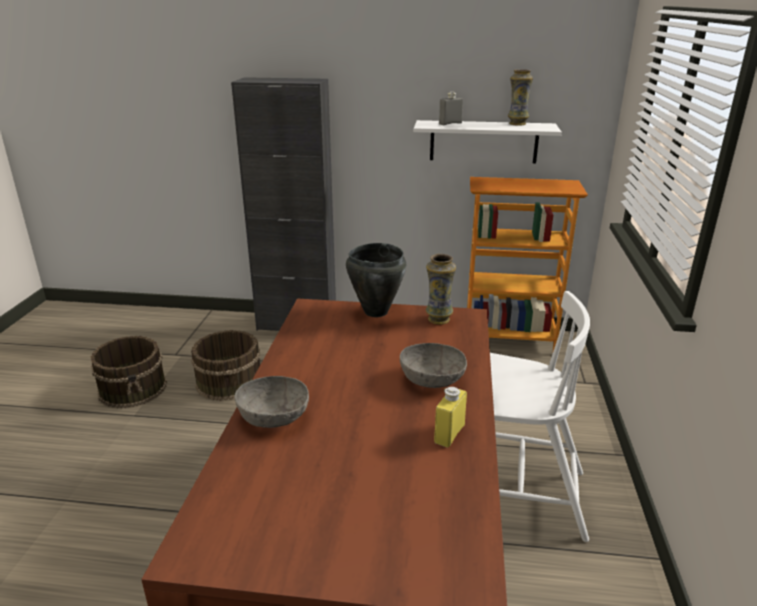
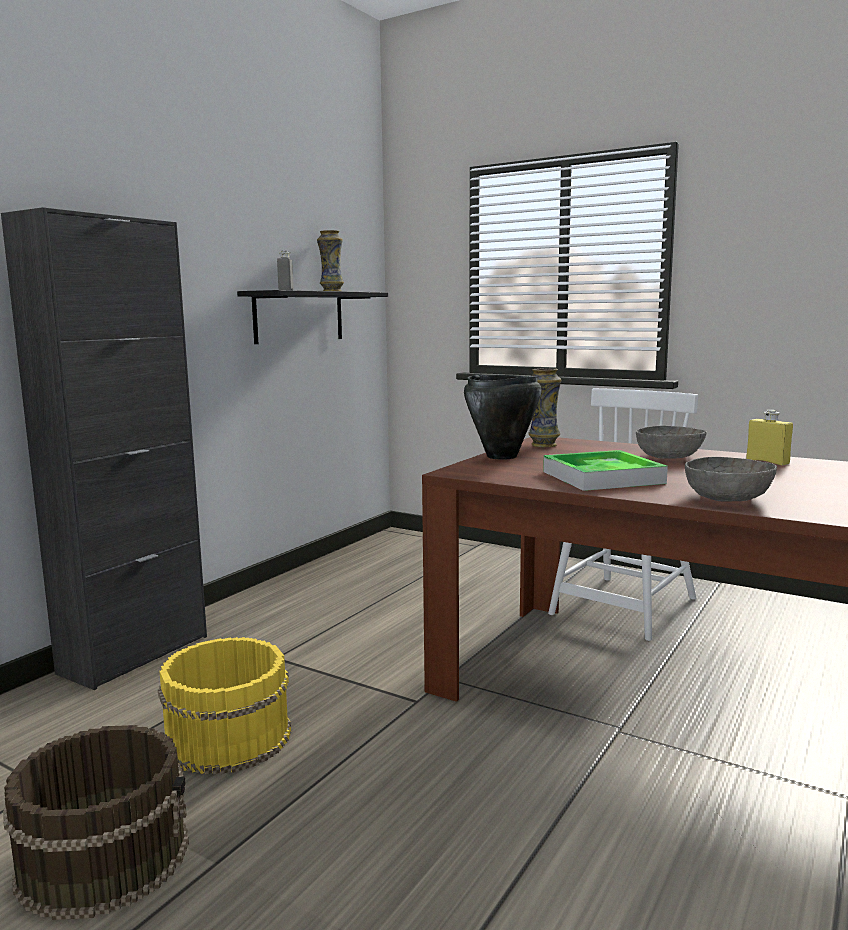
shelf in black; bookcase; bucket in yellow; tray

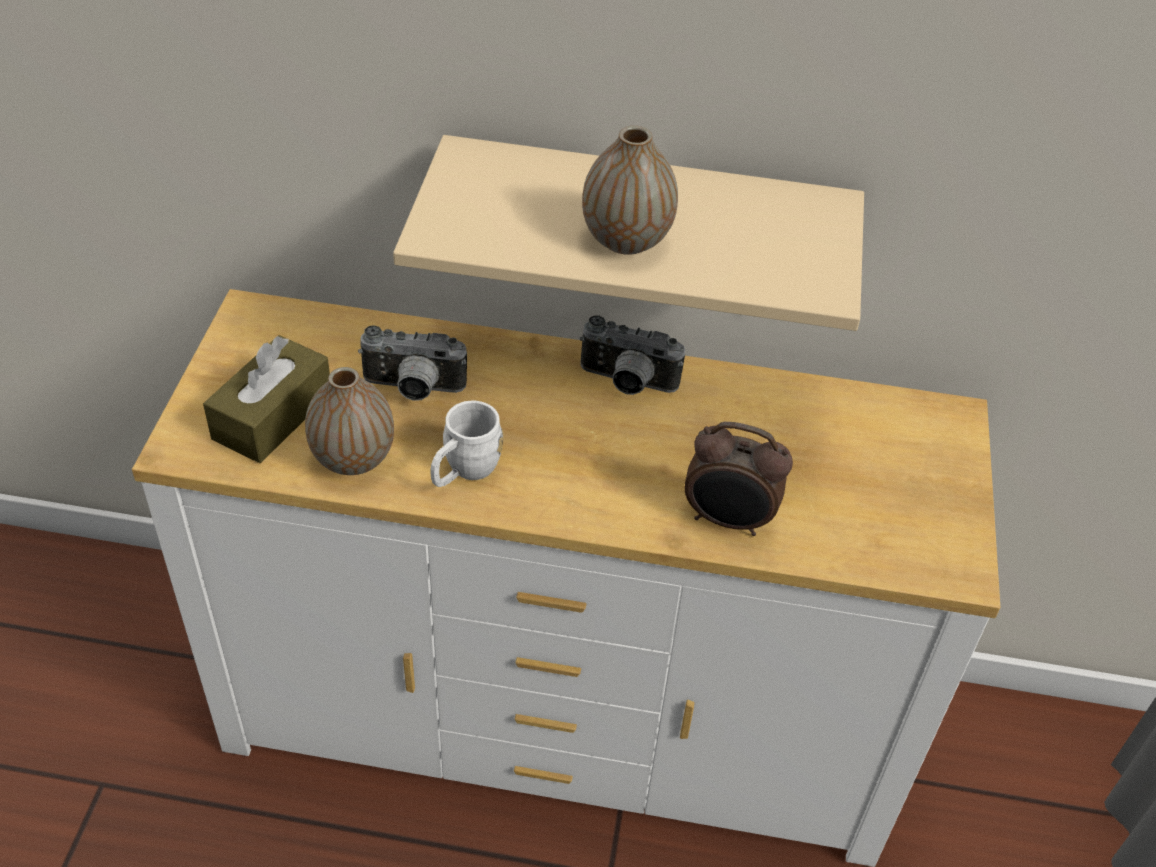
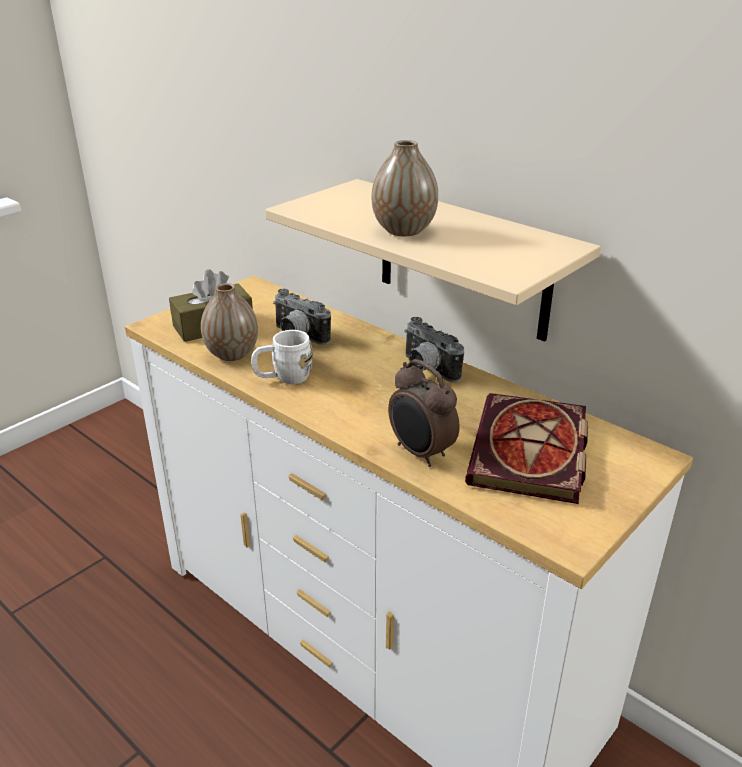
book

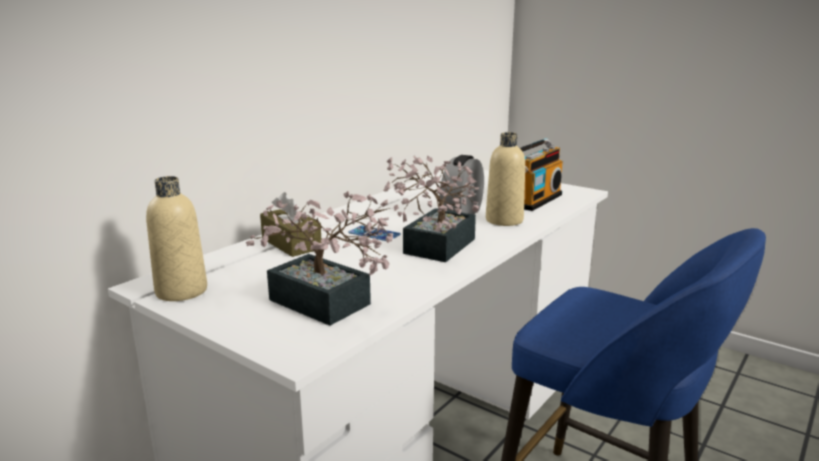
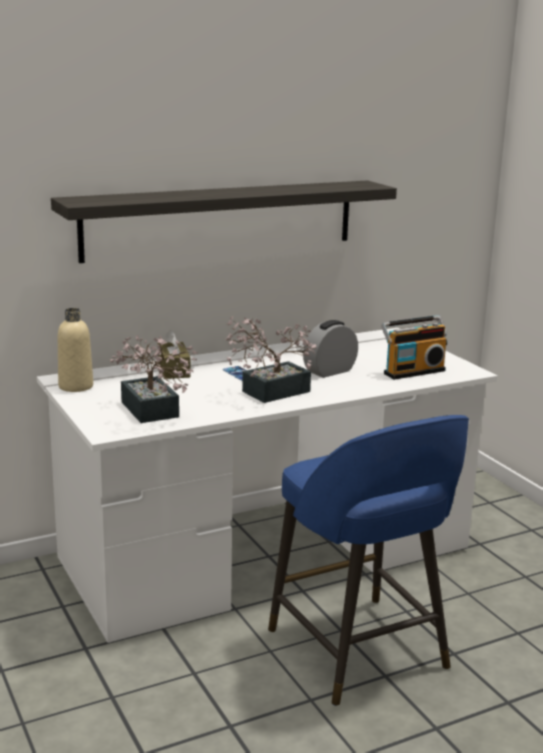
bottle in beige (no. 2 from left in the first image); shelf

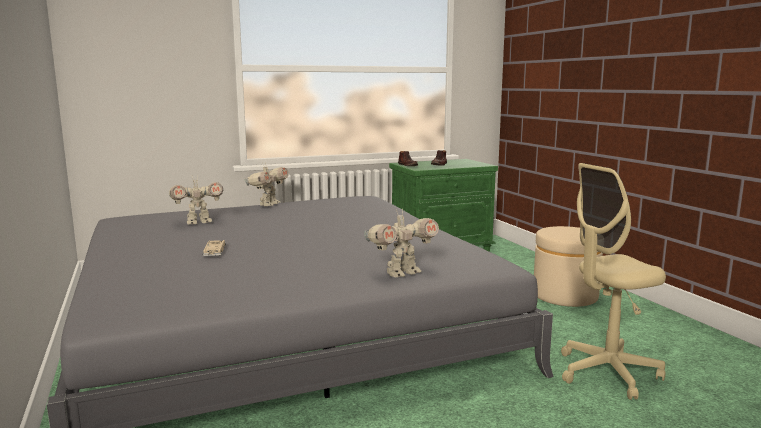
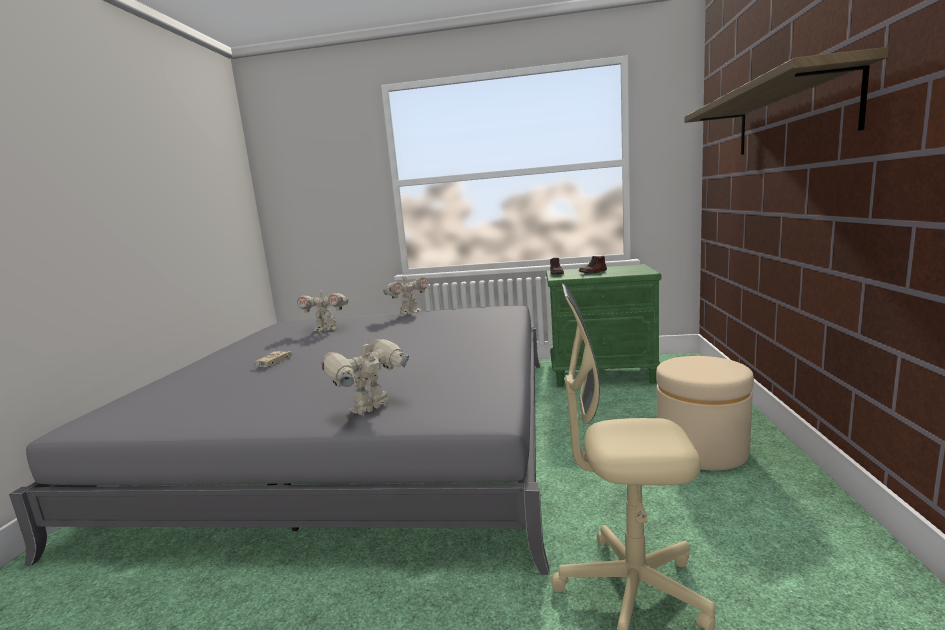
toy robot (no. 2 from left); shelf

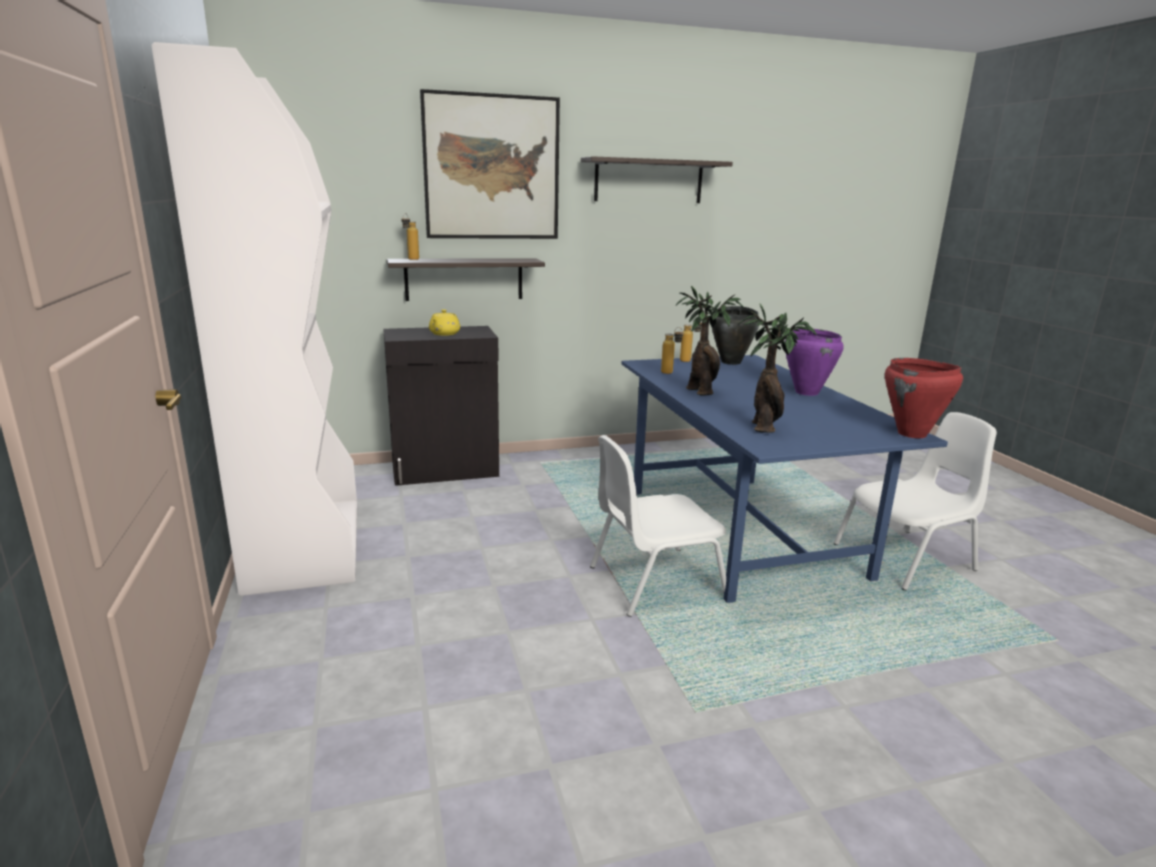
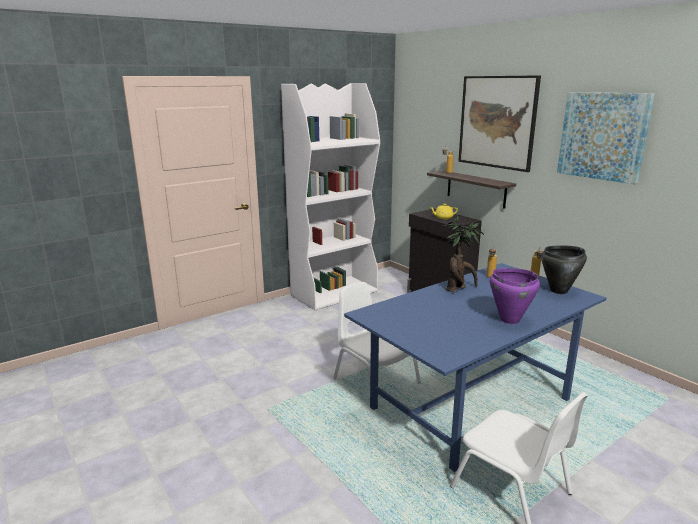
picture (no. 2 from left); potted plant (no. 2 from left in the first image); cooking pot in red

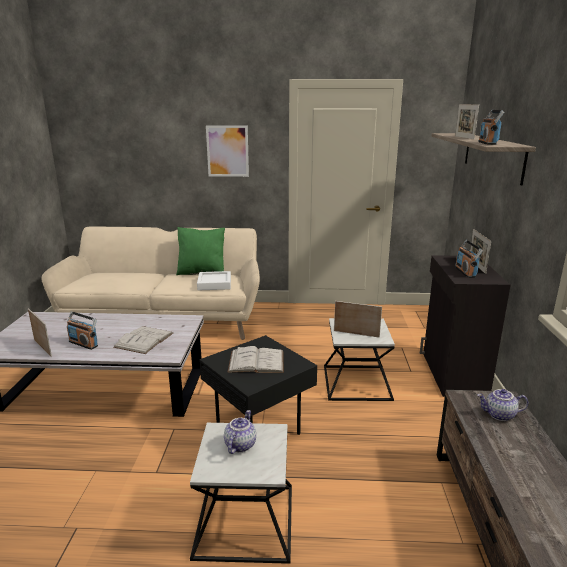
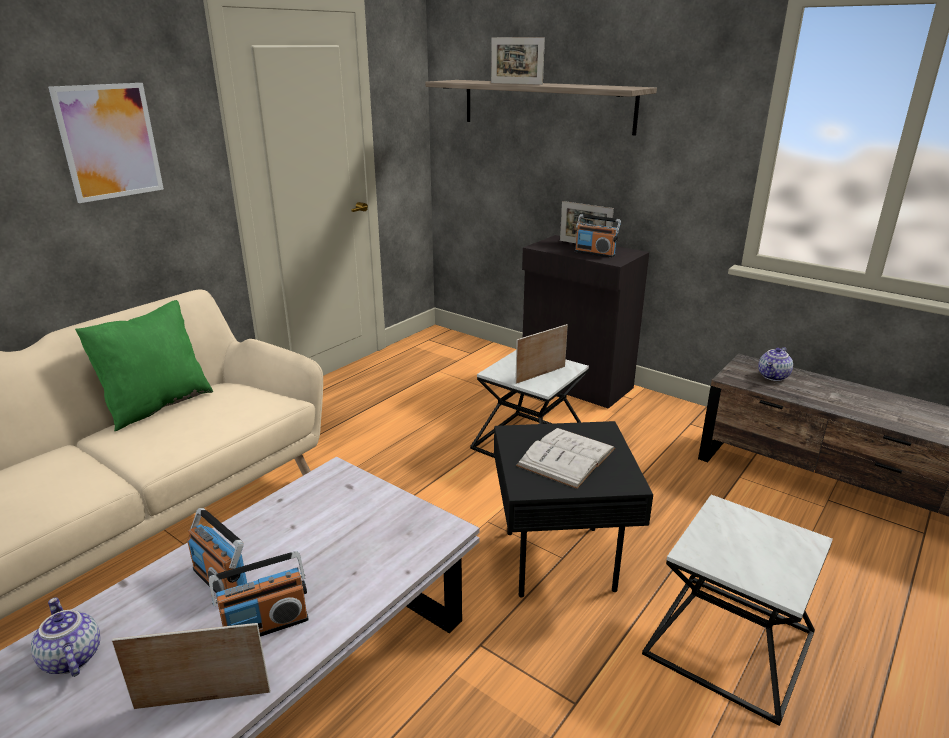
radio (no. 1 from left); tray in white; book in white (no. 1 from left in the first image); teapot (no. 1 from left)

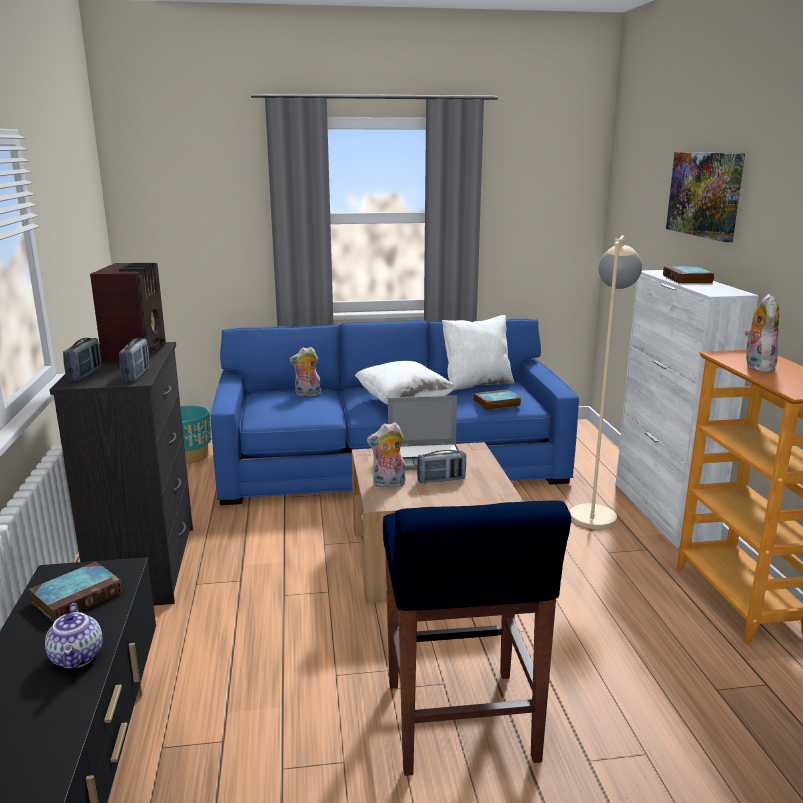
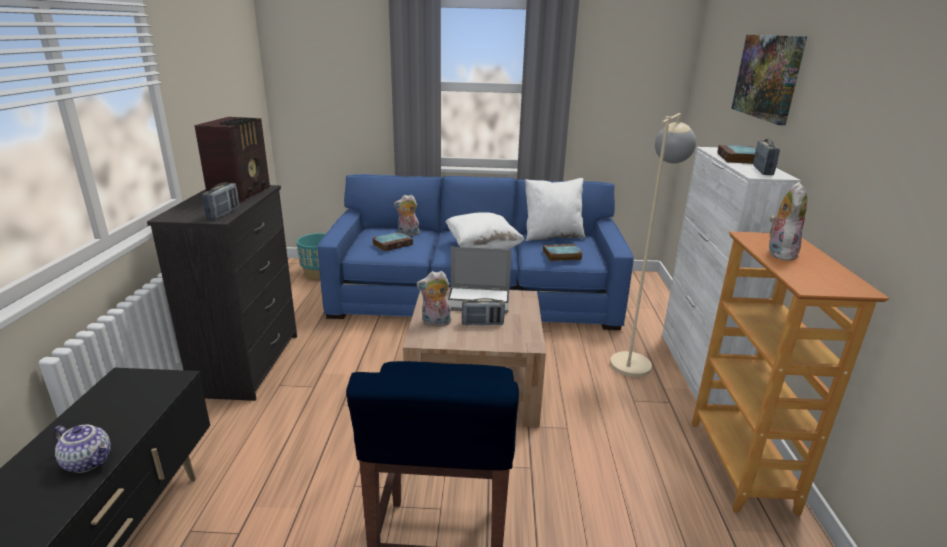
radio (no. 4 from left); book (no. 1 from left); teapot

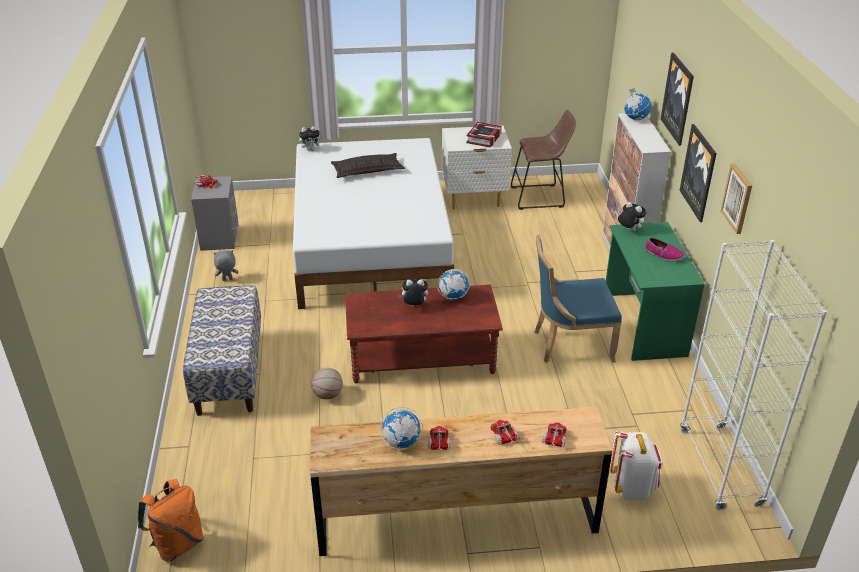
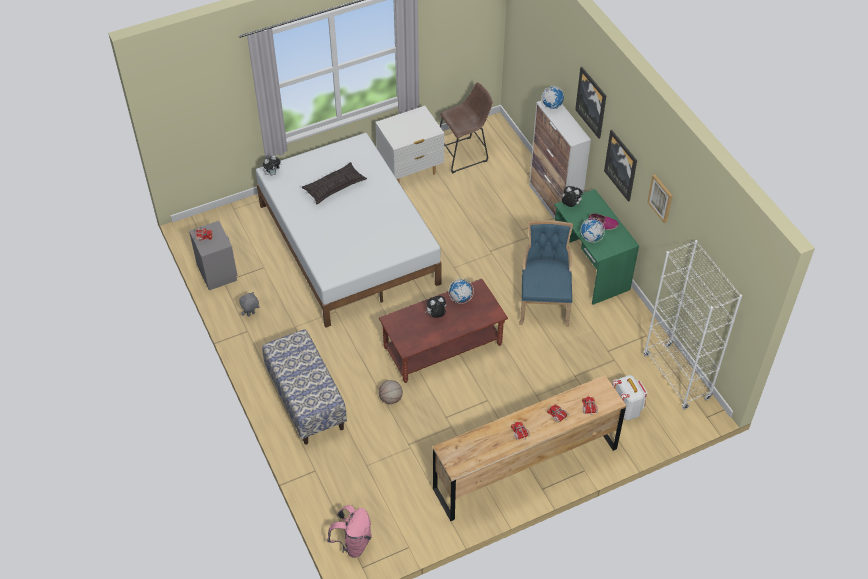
book; chair in blue; globe (no. 3 from left); backpack in pink

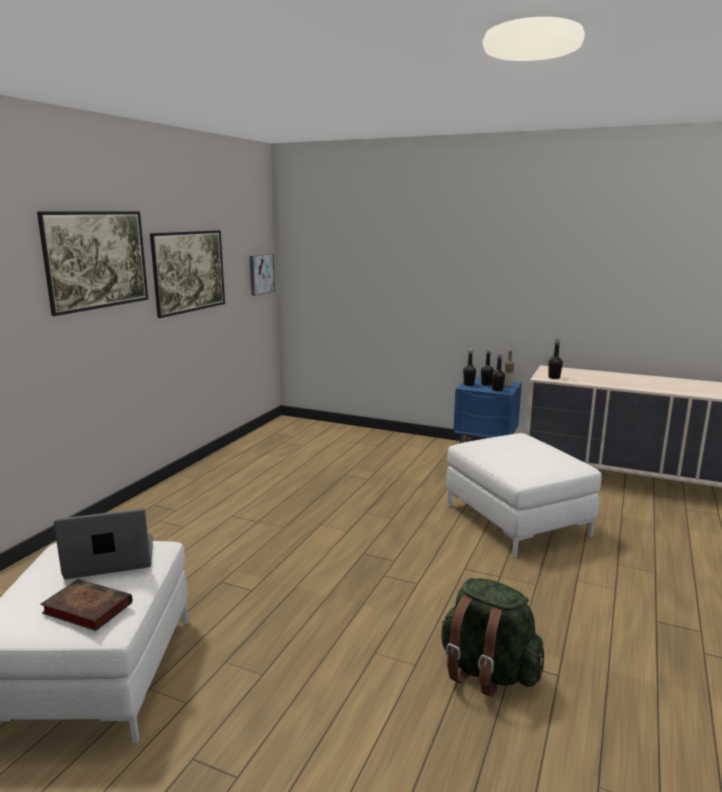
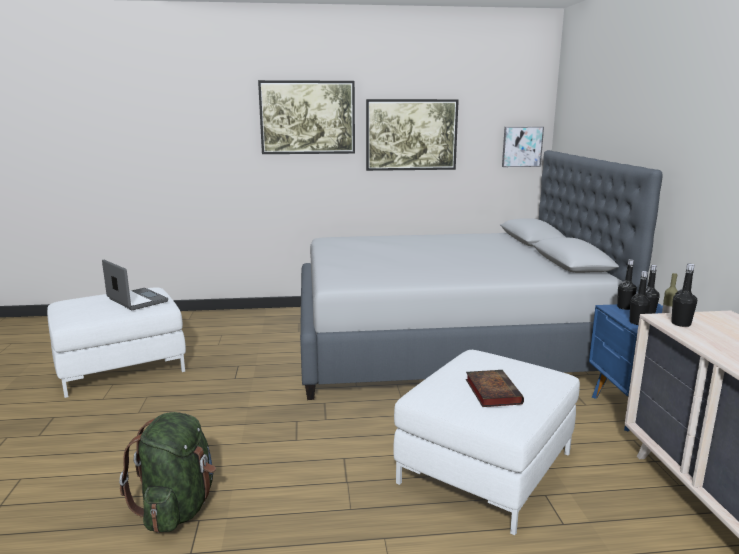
book; bed in grey

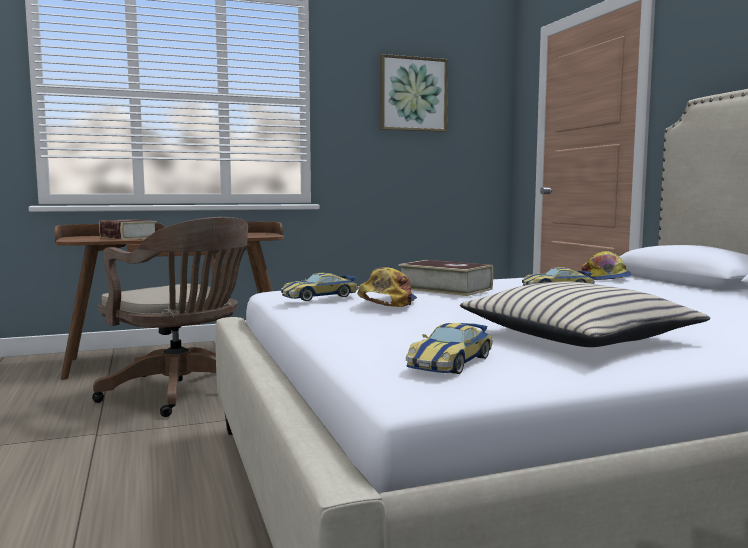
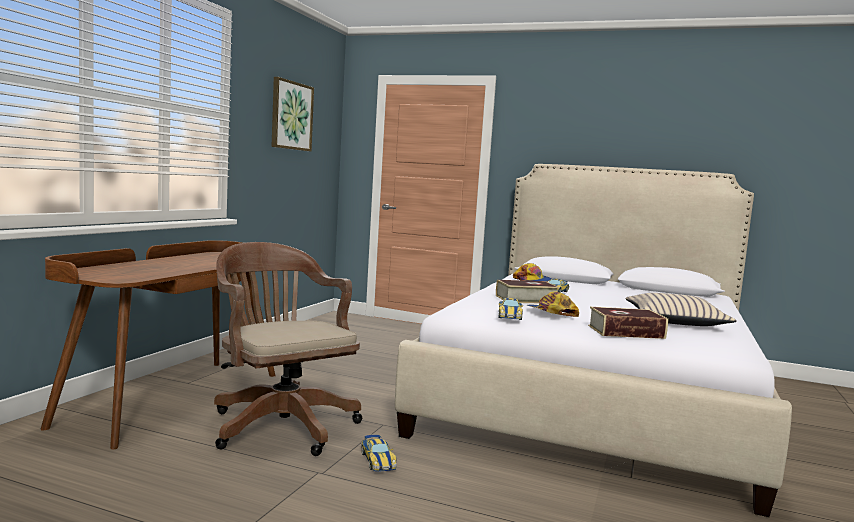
office chair in brown; book (no. 2 from left); toy car (no. 1 from left)

